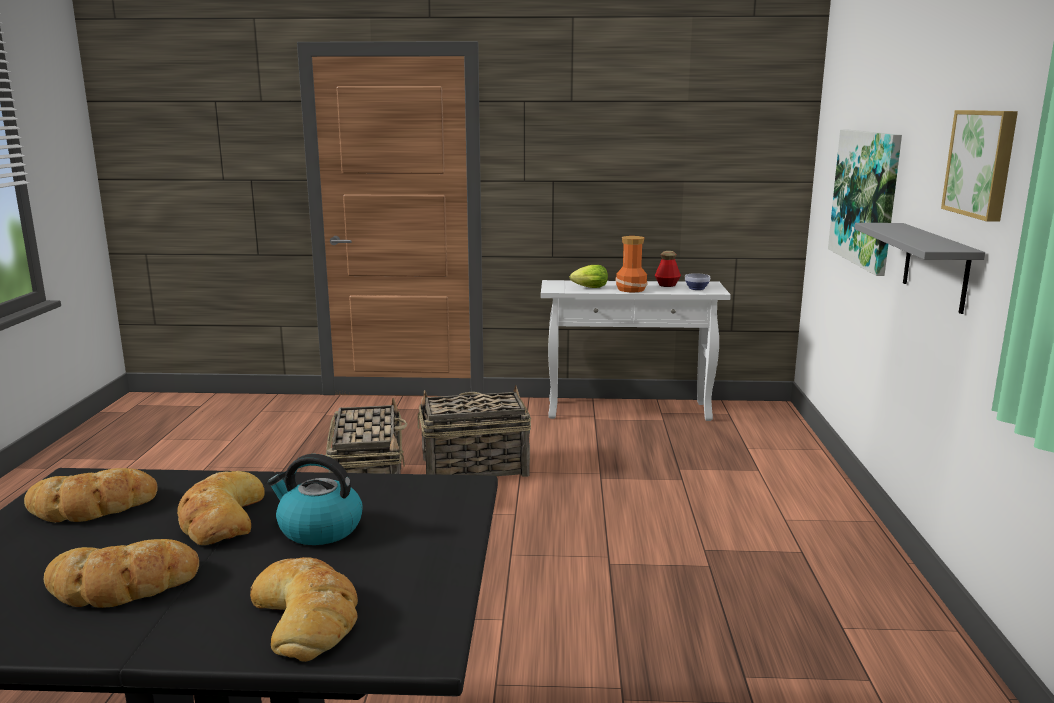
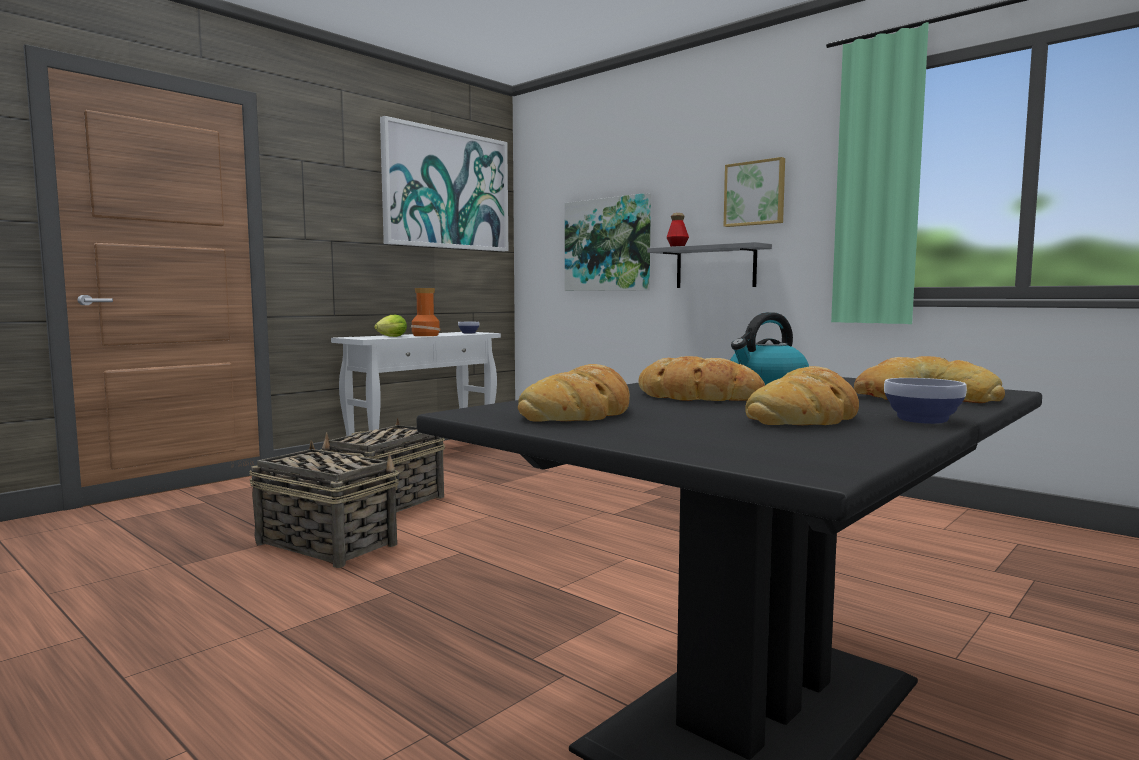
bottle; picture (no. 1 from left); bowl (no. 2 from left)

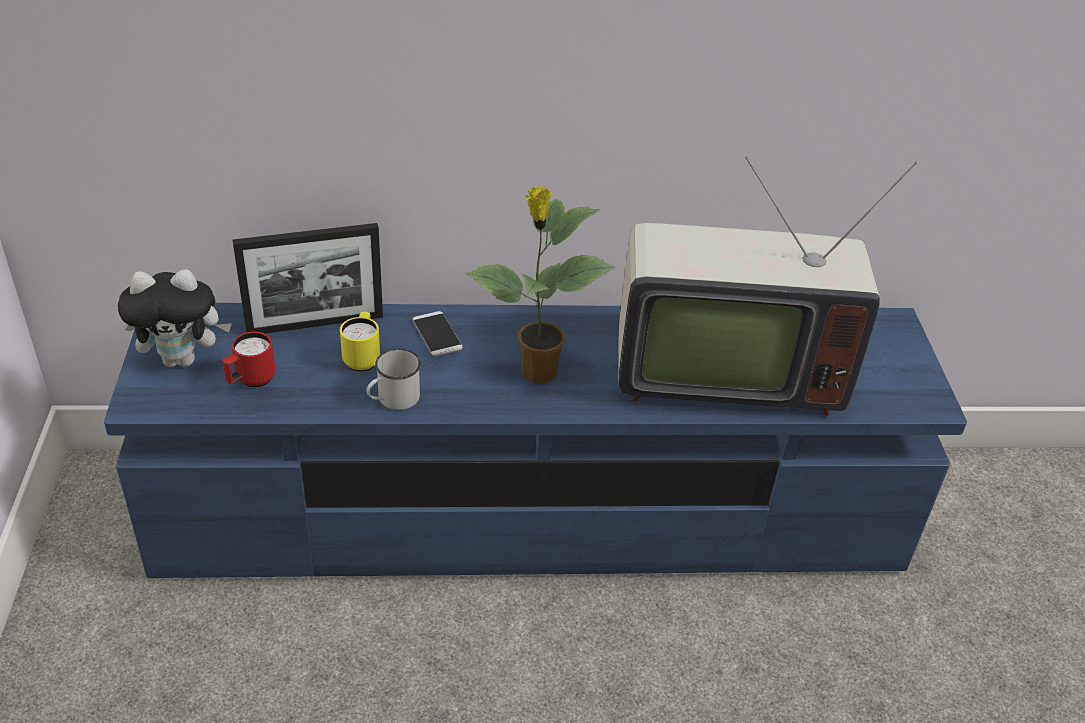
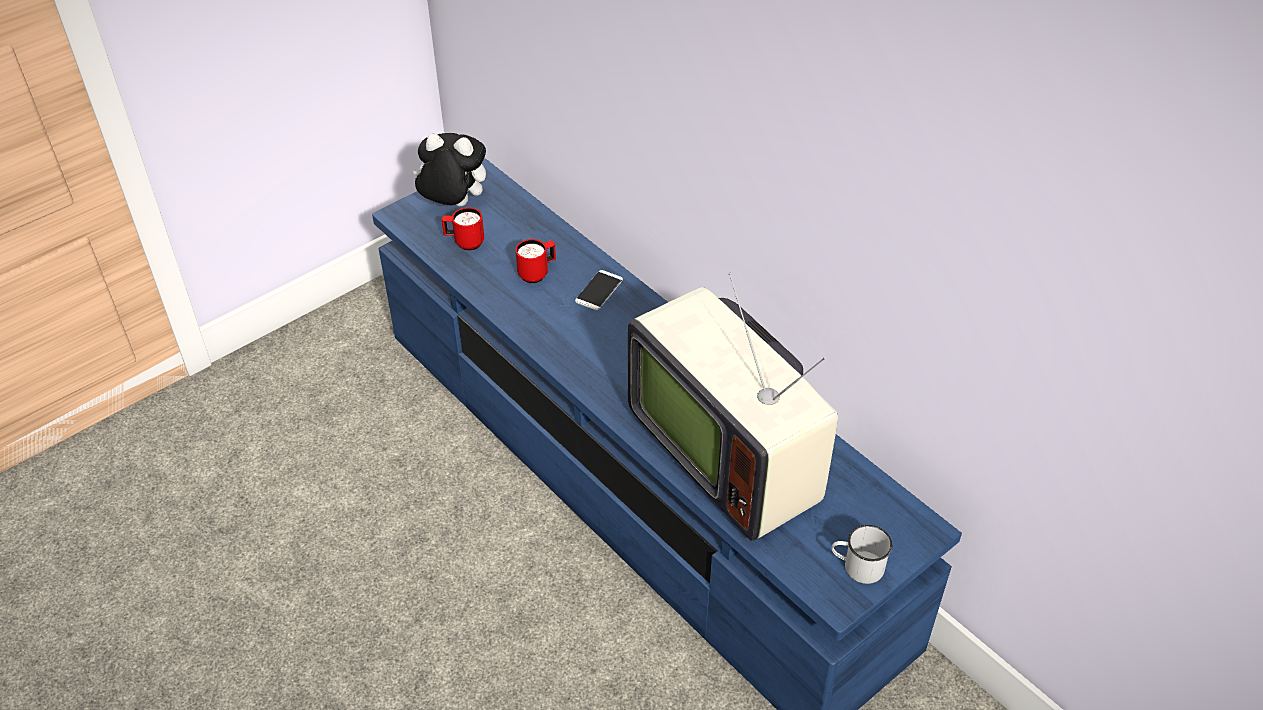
potted plant; picture frame; plush toy; mug in red (no. 2 from left); mug in white

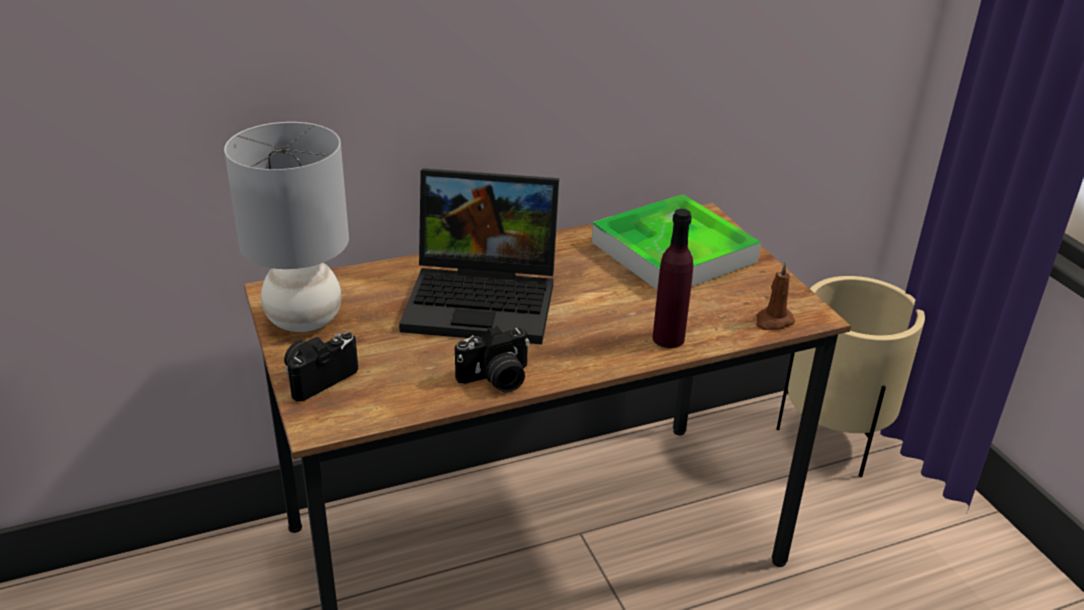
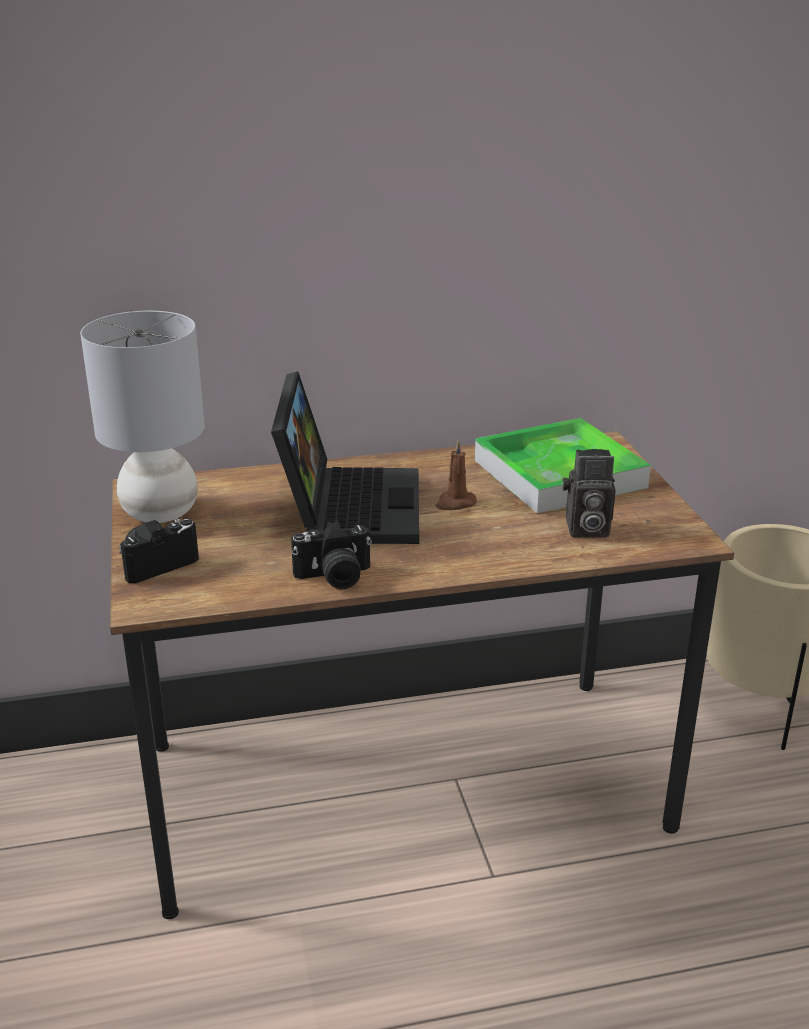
laptop; bottle in purple; candle in brown; photo camera (no. 3 from left)

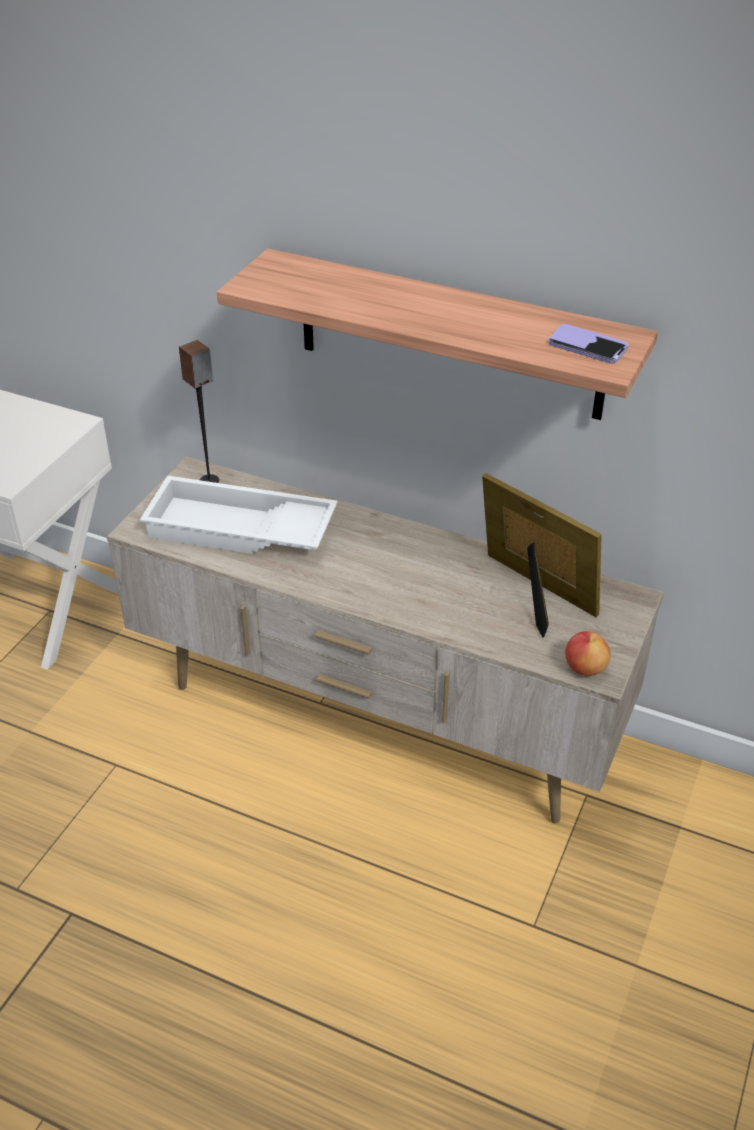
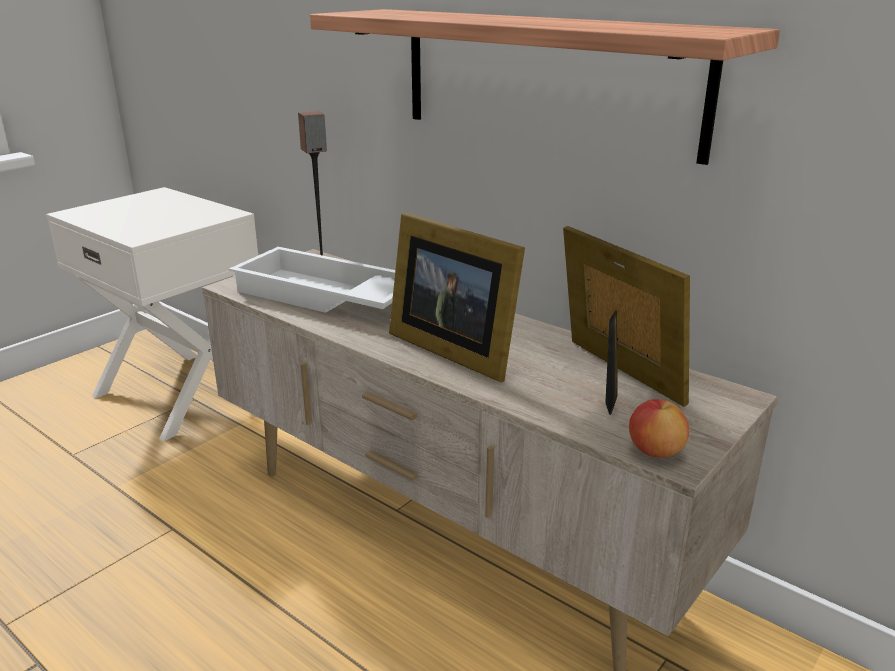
phone; picture frame (no. 1 from left)

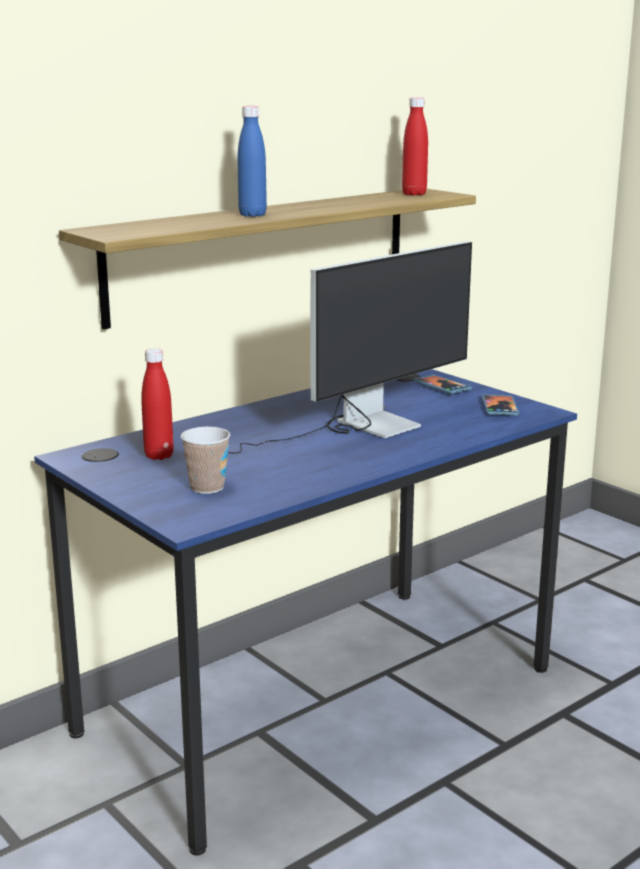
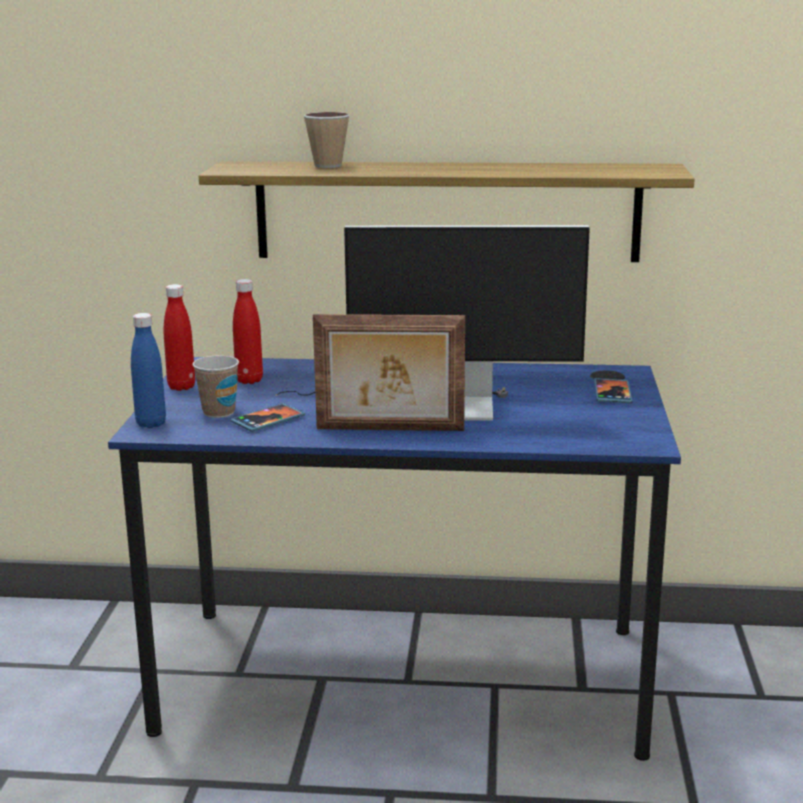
bottle in red (no. 1 from left); bottle in blue; phone (no. 1 from left); cup (no. 2 from left); picture frame

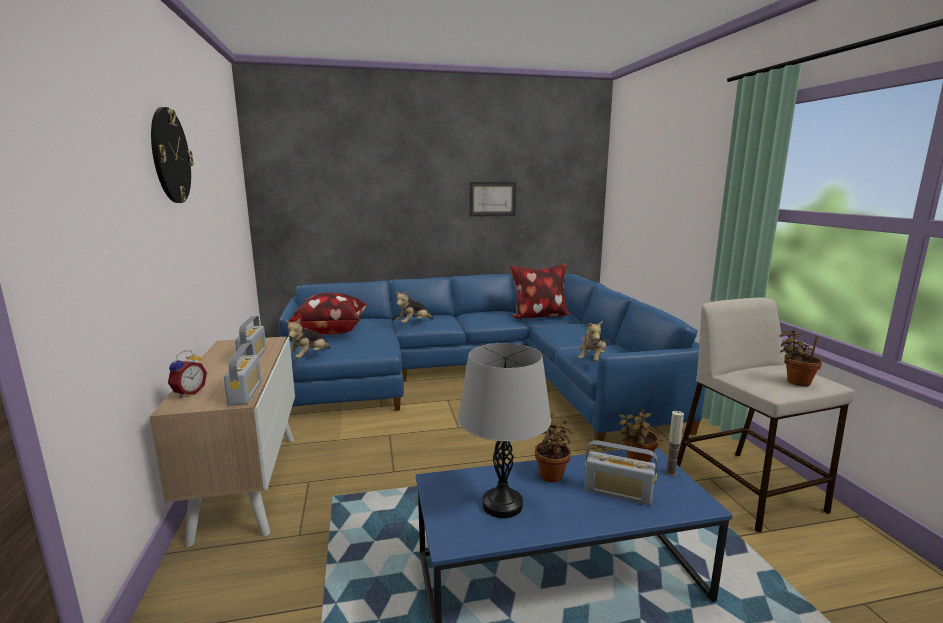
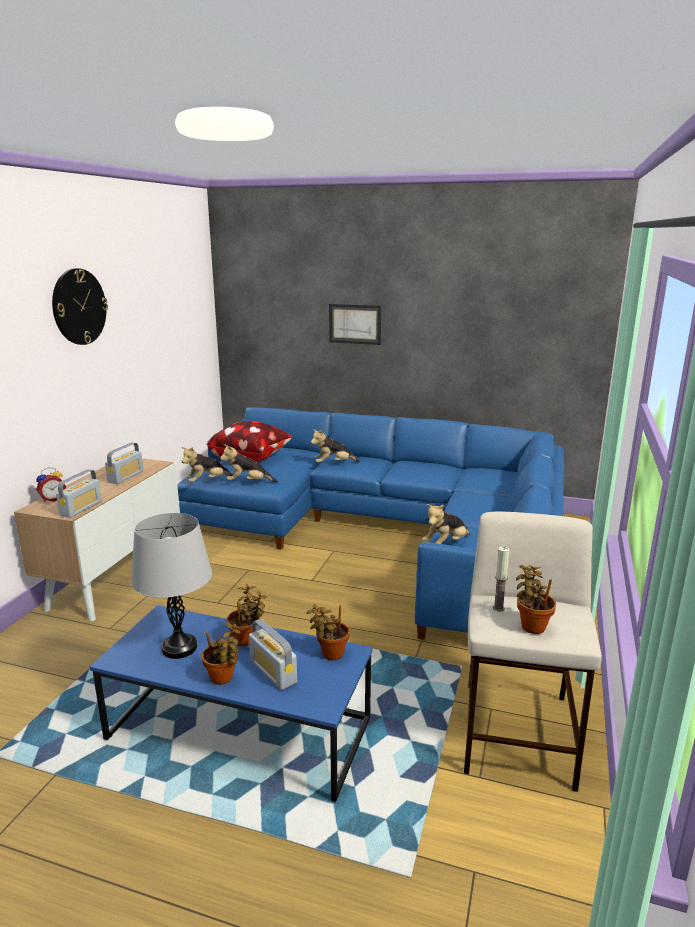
picture; pillow (no. 2 from left in the first image); candle; plush toy (no. 2 from left); potted plant (no. 1 from left)

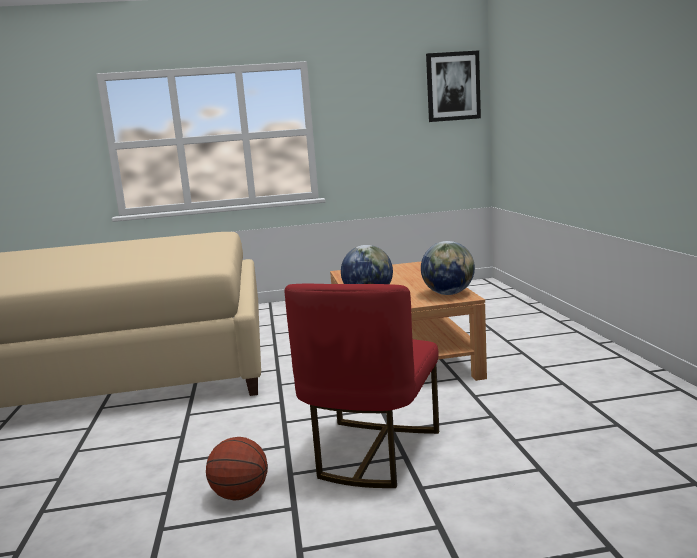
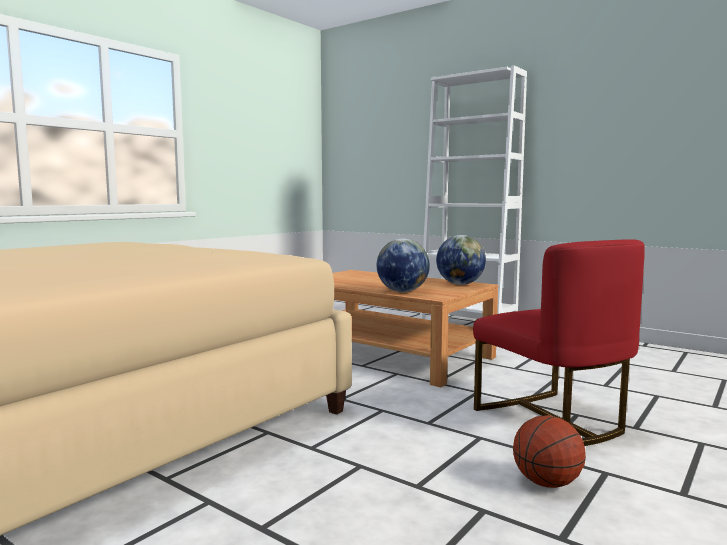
picture; bookcase in white

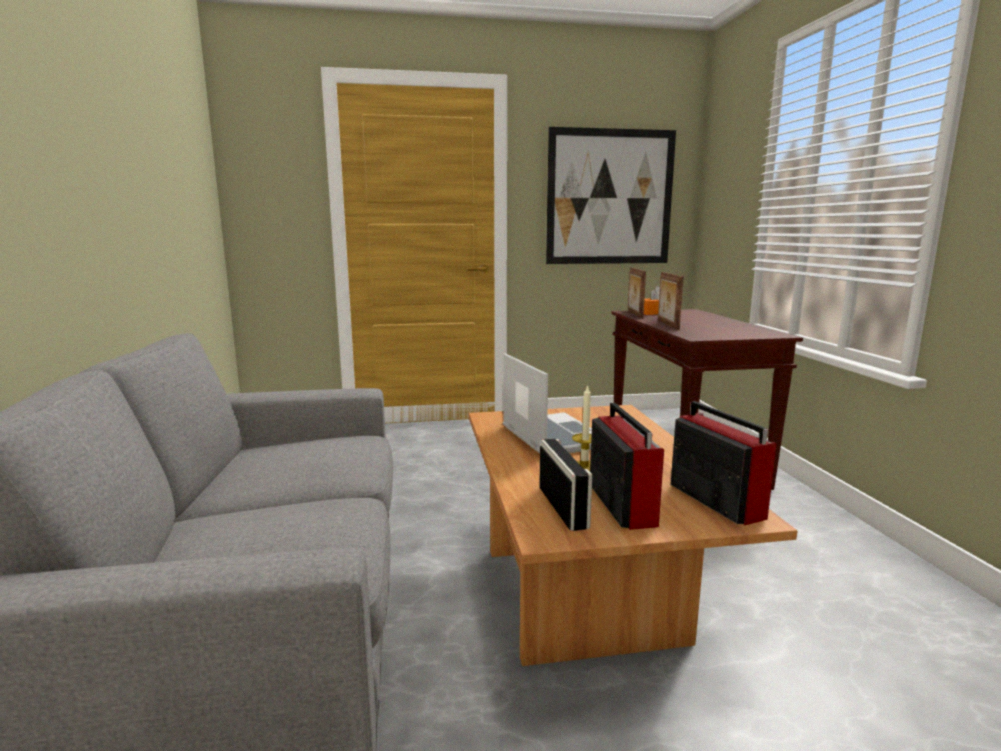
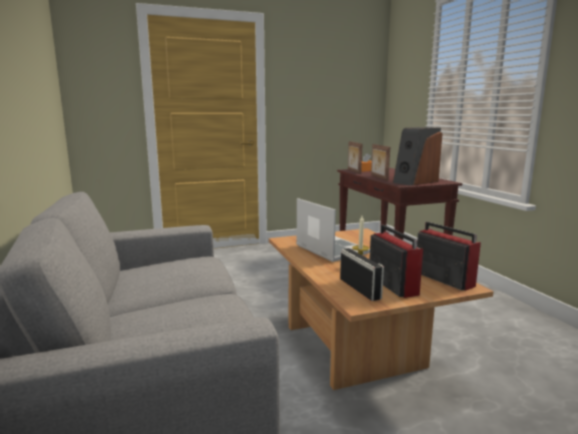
picture; speaker

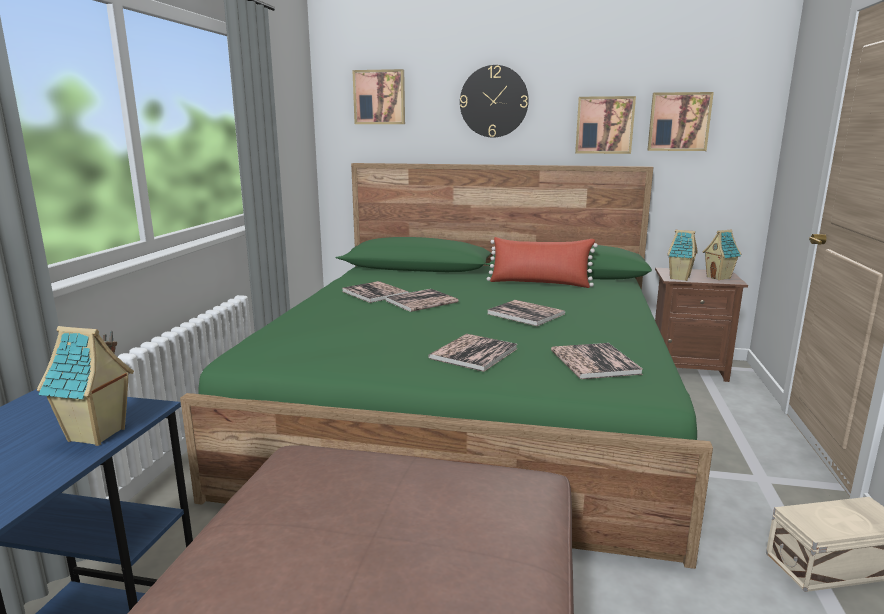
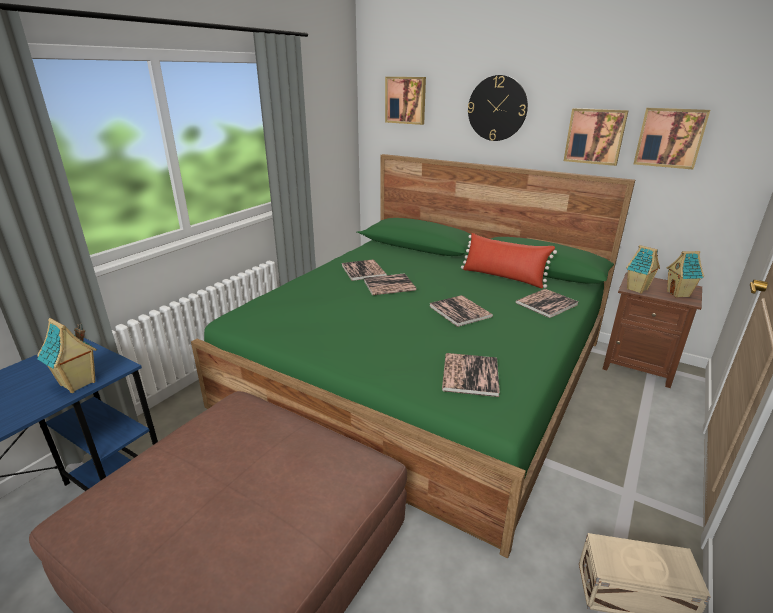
book (no. 5 from left)

